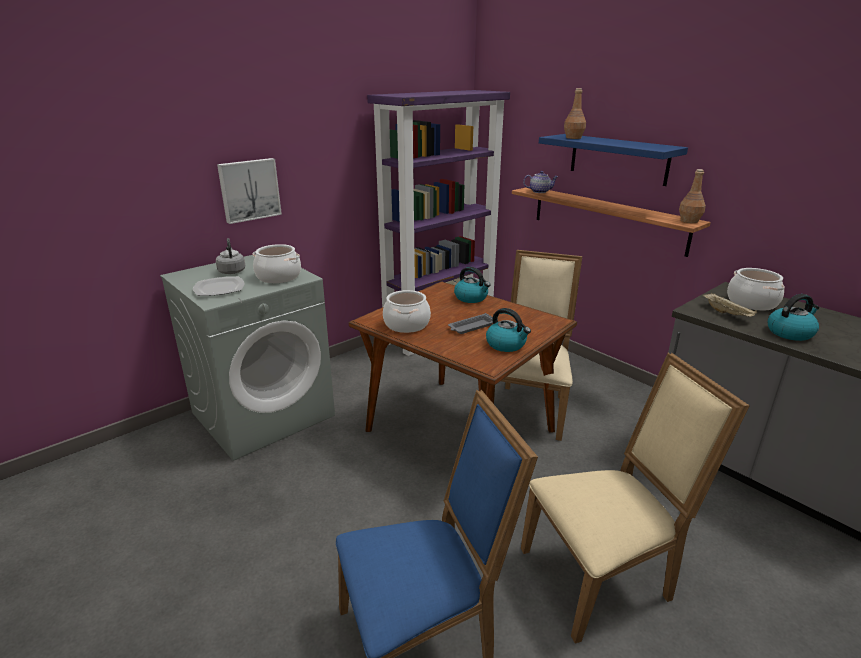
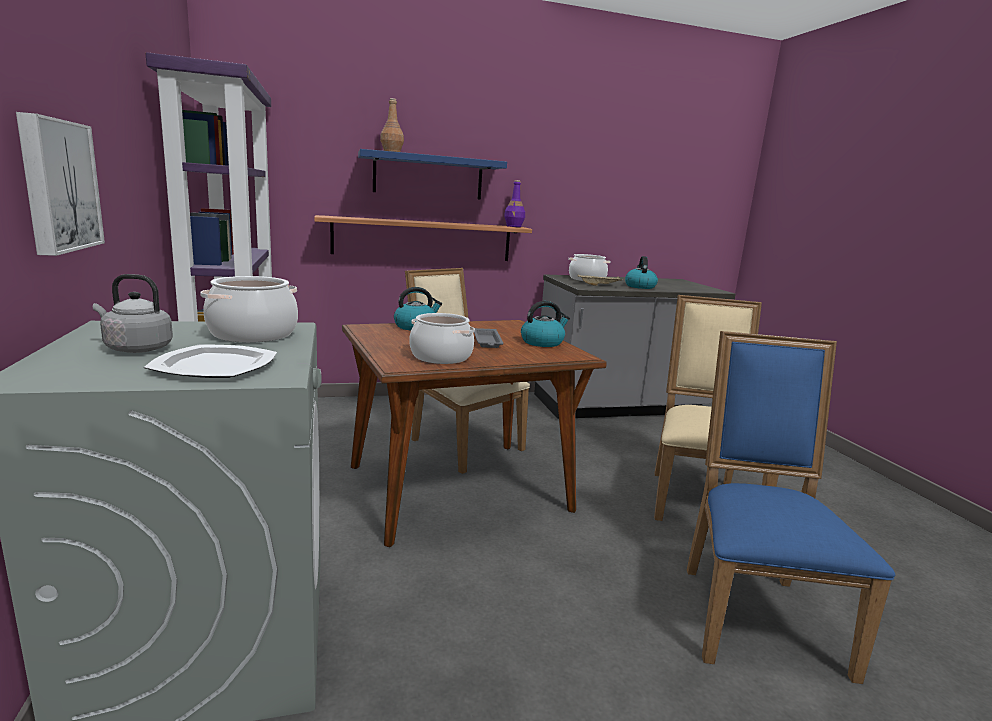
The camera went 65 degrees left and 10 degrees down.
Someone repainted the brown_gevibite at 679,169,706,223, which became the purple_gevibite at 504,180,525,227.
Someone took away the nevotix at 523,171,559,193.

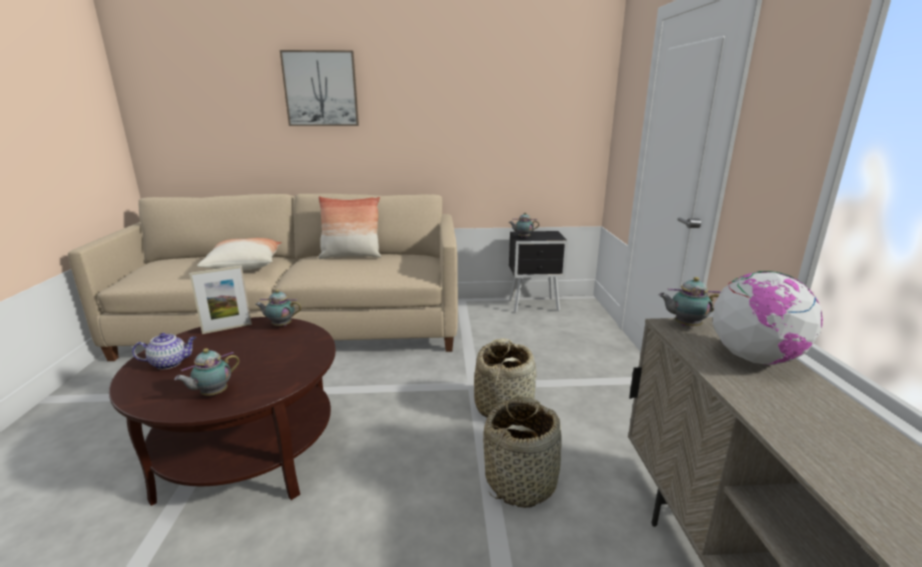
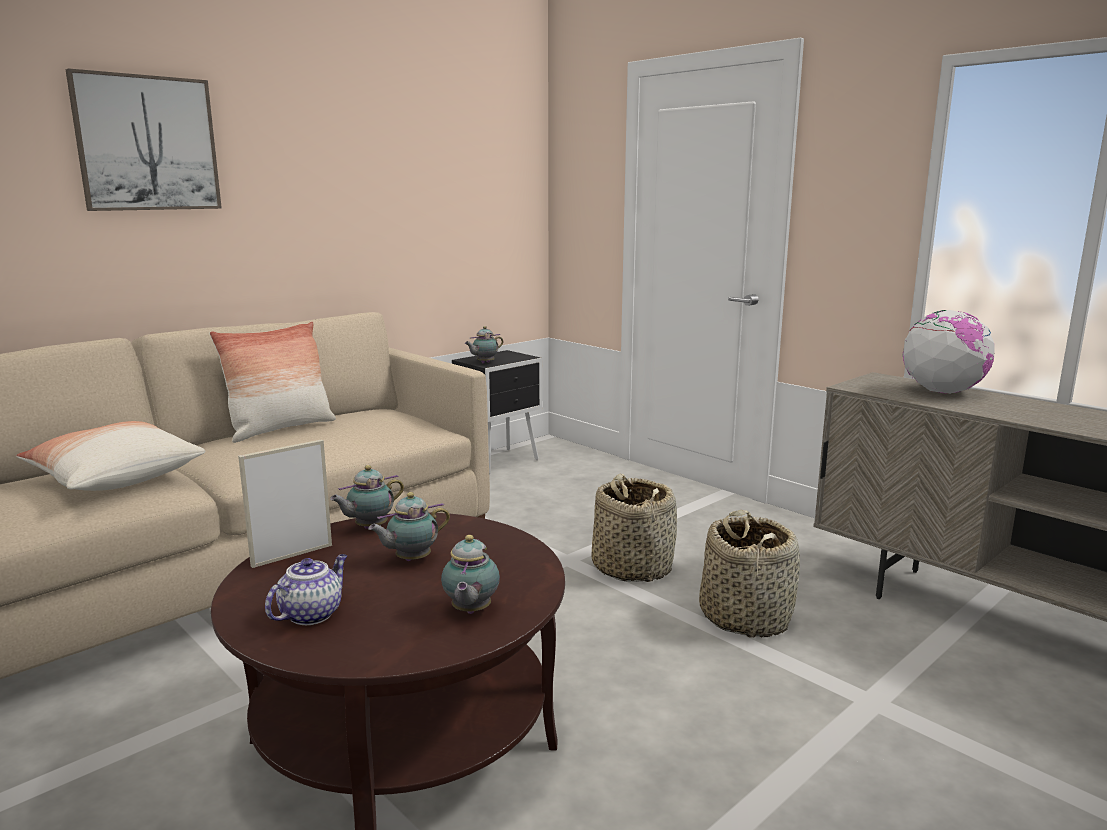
The camera went 40 degrees left and 5 degrees down.
Someone rotated the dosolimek at 189,265,252,334 by 150 degrees counterclockwise.
Someone carried the nevotix from 659,277,721,327 to 368,492,450,561.

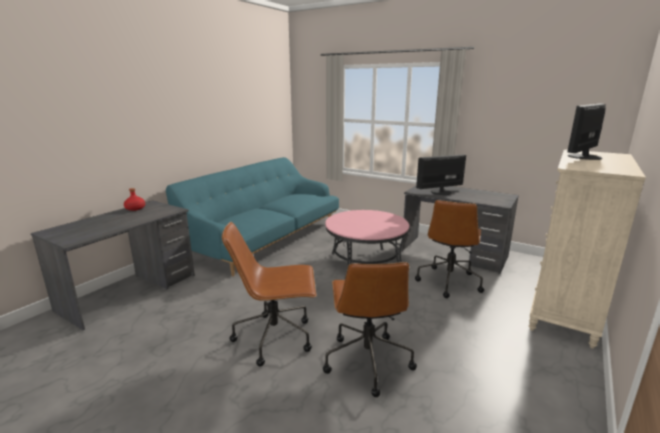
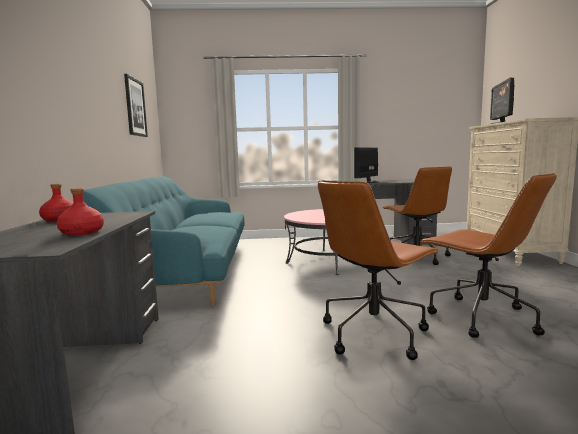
The camera went 35 degrees left and 10 degrees down.
Someone put down the red_gevibite at 57,188,104,236.
Someone put up the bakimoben at 124,74,148,137.

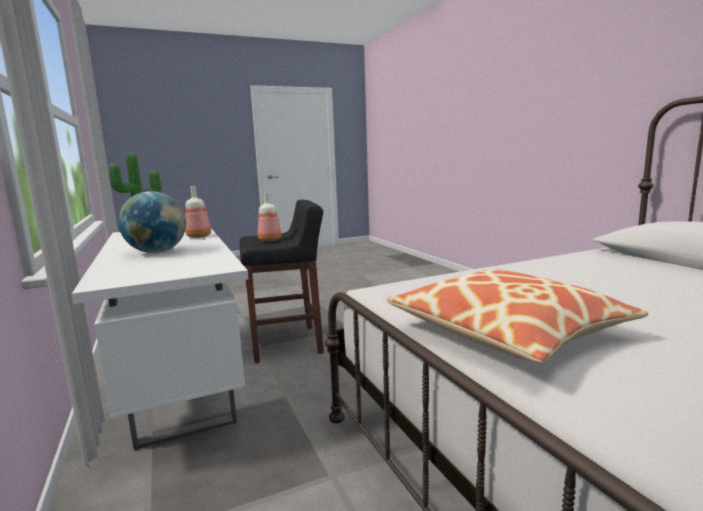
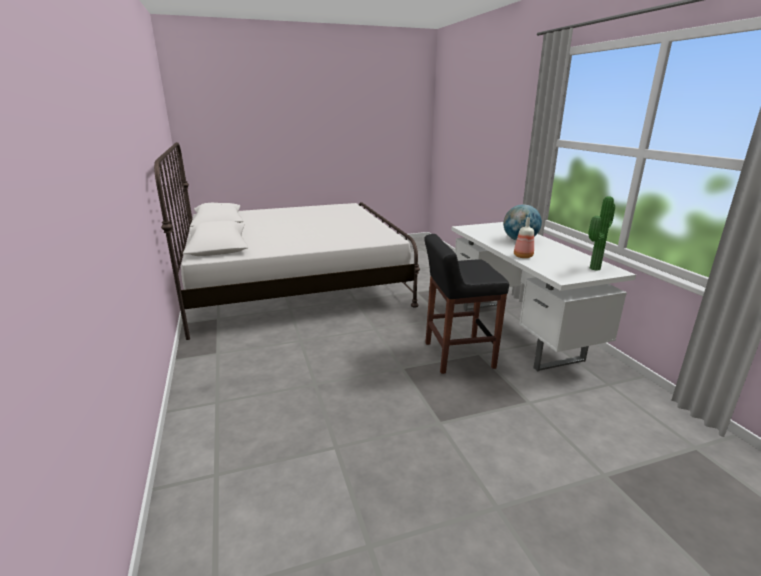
The camera went 175 degrees left and 10 degrees up.
Someone took away the gevibite at 258,192,282,241.
Someone took away the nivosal at 387,269,648,363.

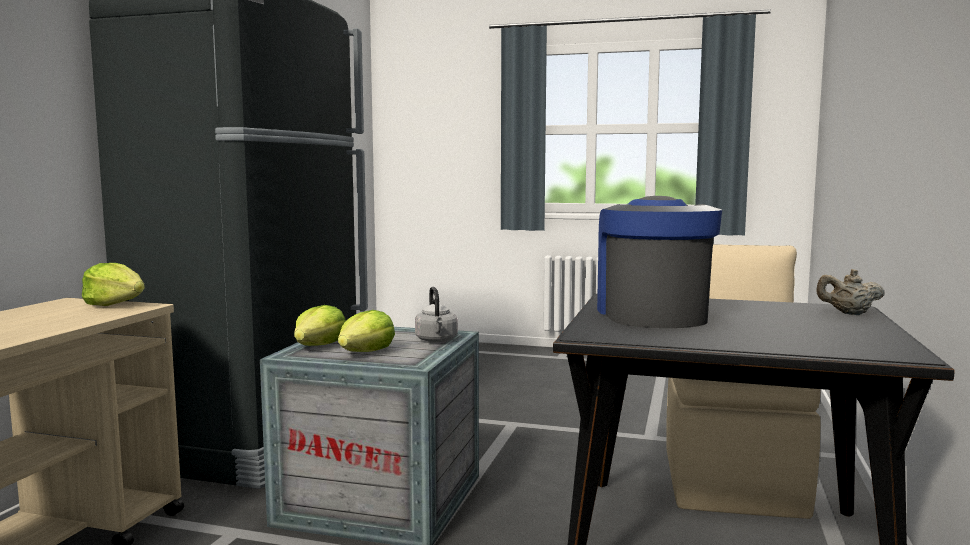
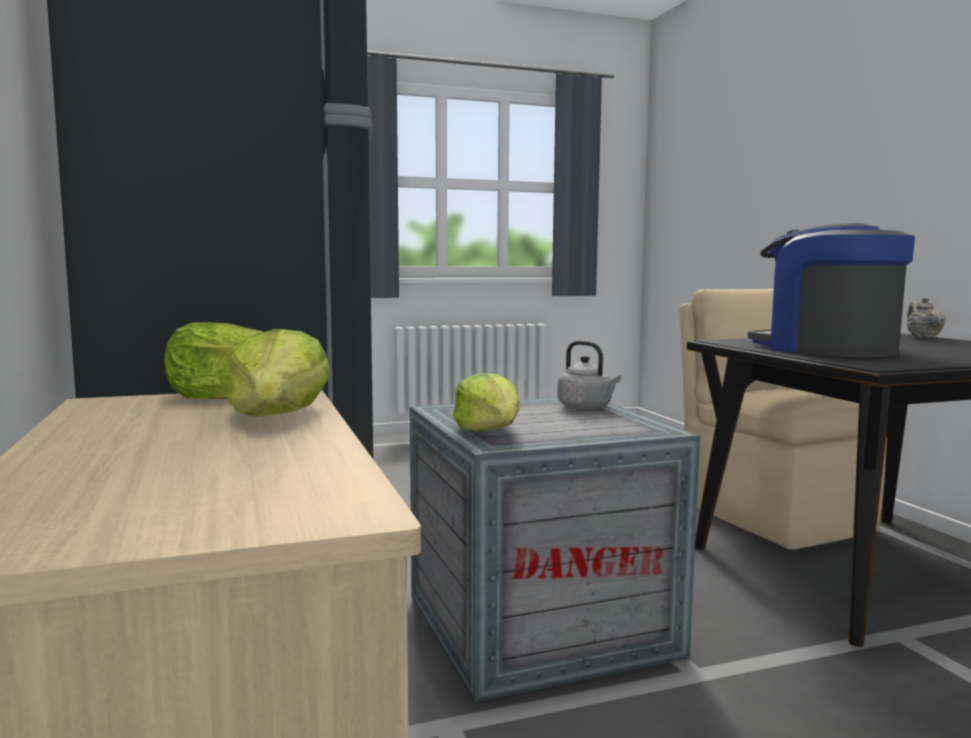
The camera went 35 degrees left and 0 degrees up.
Someone carried the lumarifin from 338,310,395,352 to 226,329,330,417.
Someone rotated the beige_nevotix at 816,269,885,315 by 120 degrees clockwise.

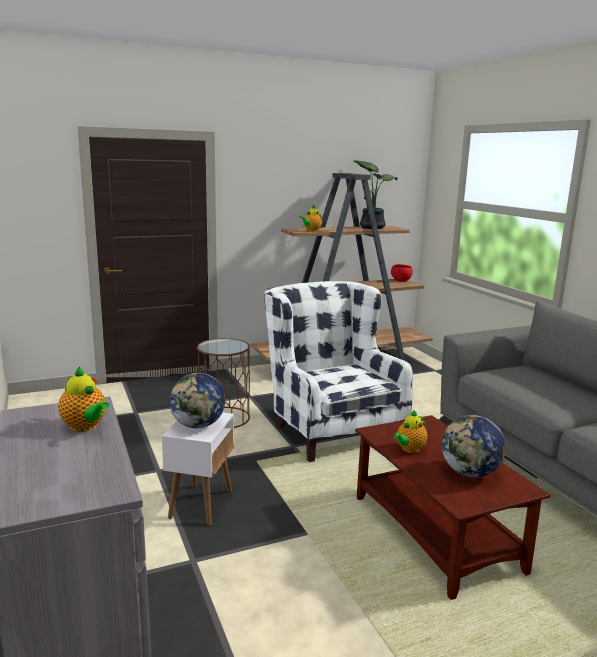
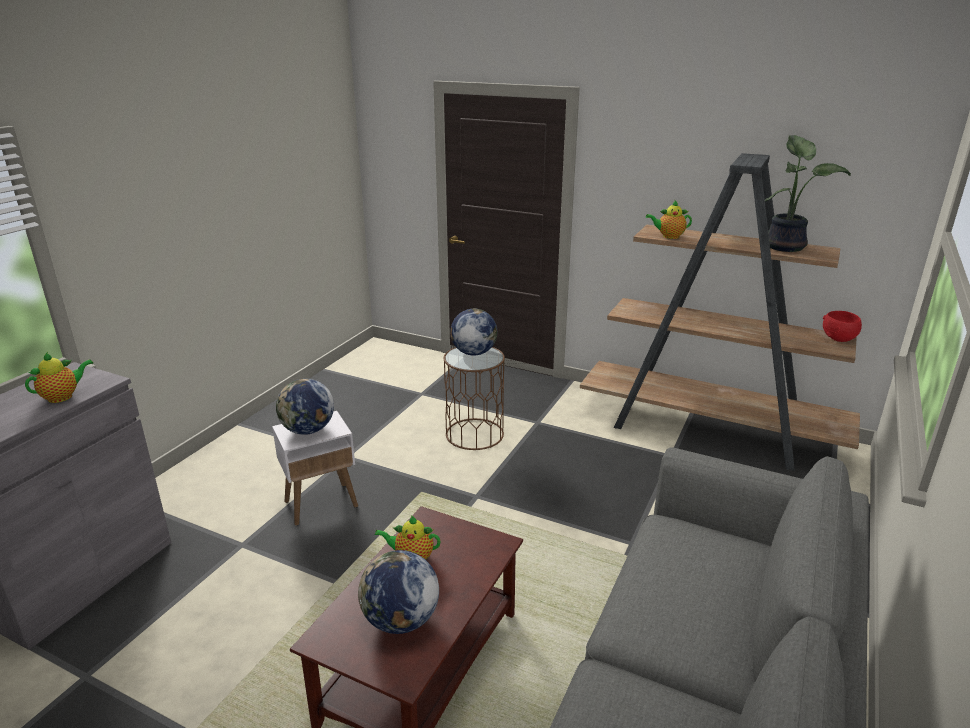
The camera went 50 degrees right and 10 degrees up.
Someone rotated the nevotix at 58,366,109,432 by 135 degrees counterclockwise.
Someone put down the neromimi at 450,309,497,356.
Someone took away the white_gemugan at 264,281,413,462.

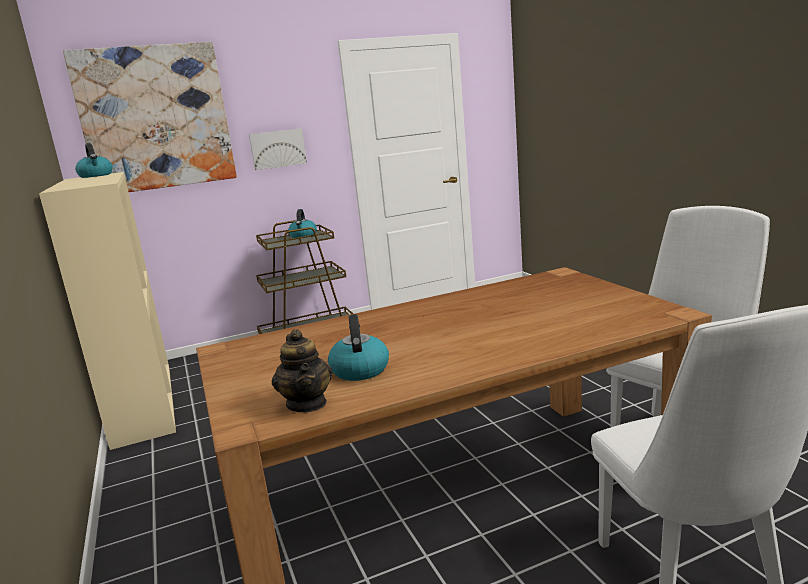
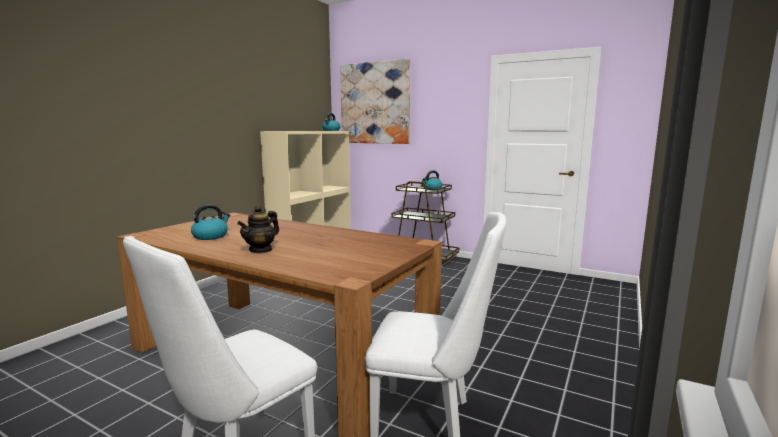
The camera went 50 degrees right and 5 degrees down.
Someone carried the nevotix from 272,329,333,412 to 237,206,279,253.
Someone took away the bakimoben at 249,128,307,170.

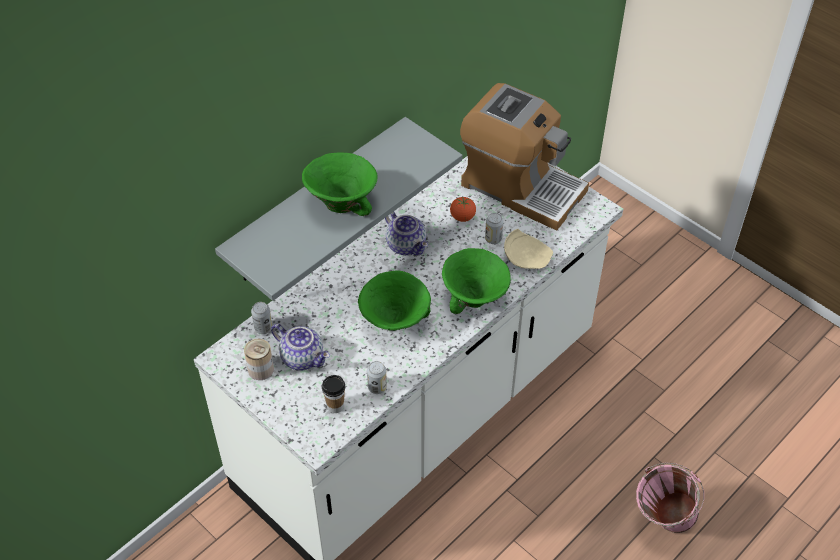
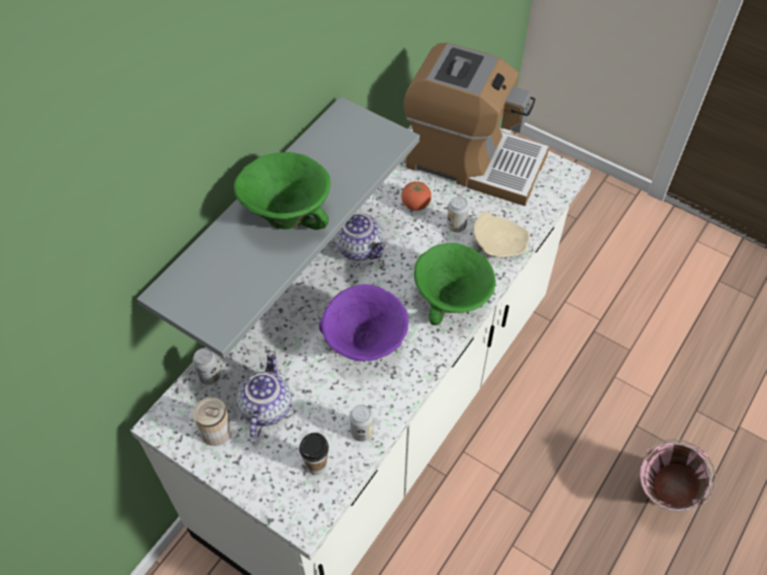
The camera went 10 degrees left and 5 degrees up.
Someone rotated the nevotix at 271,324,330,370 by 105 degrees counterclockwise.
Someone repainted the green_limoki at 358,270,431,331, which became the purple_limoki at 319,284,409,361.

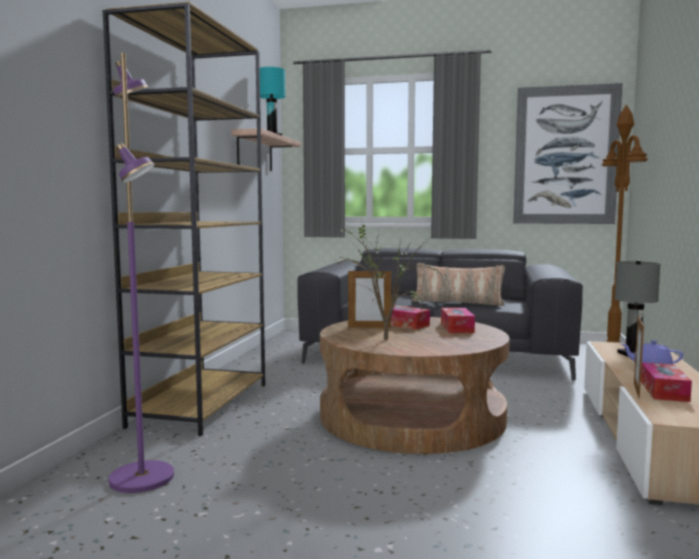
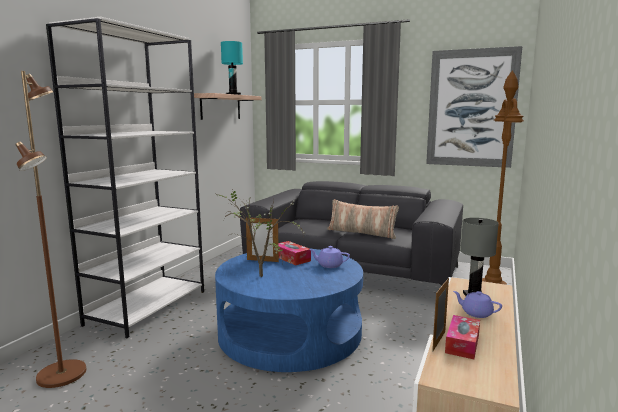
The camera went 10 degrees right and 5 degrees up.
Someone repainted the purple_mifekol at 109,53,174,493, which became the brown_mifekol at 15,71,86,388.
Someone repainted the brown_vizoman at 103,1,265,436, which became the white_vizoman at 46,17,204,338.
Someone repainted the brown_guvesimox at 320,317,510,454, which became the blue_guvesimox at 215,248,363,372.
Someone swapped the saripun at 441,308,475,333 for the purple_nevotix at 309,246,350,268.

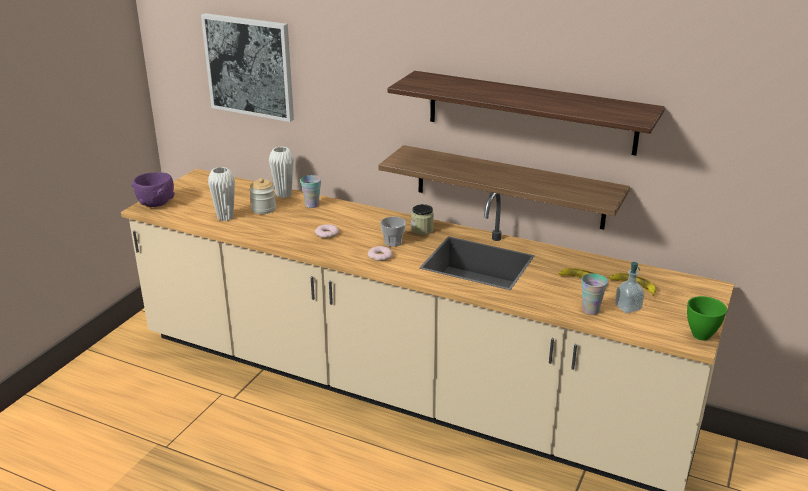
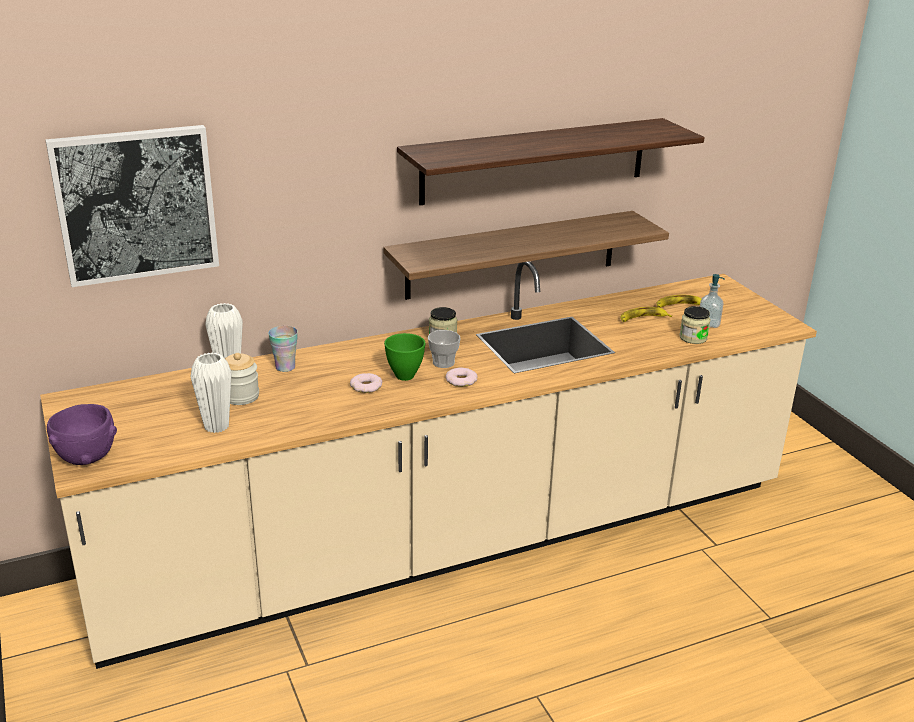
The camera went 50 degrees left and 0 degrees up.
Someone carried the green_limoki from 687,296,727,340 to 384,333,425,381.
Someone swapped the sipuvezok at 582,274,608,315 for the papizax at 679,306,710,344.

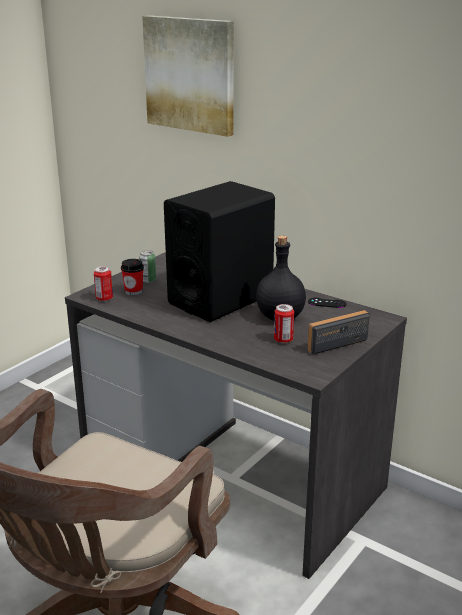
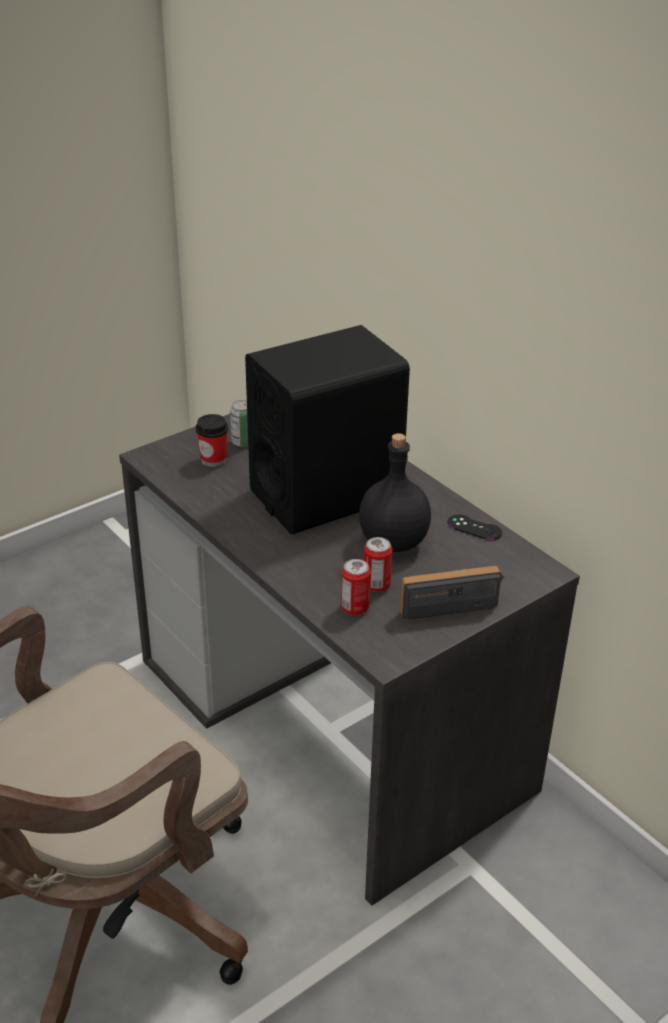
The camera went 15 degrees right and 10 degrees up.
Someone carried the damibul from 94,266,113,301 to 341,559,371,615.
Someone took away the bakimoben at 142,16,234,137.

